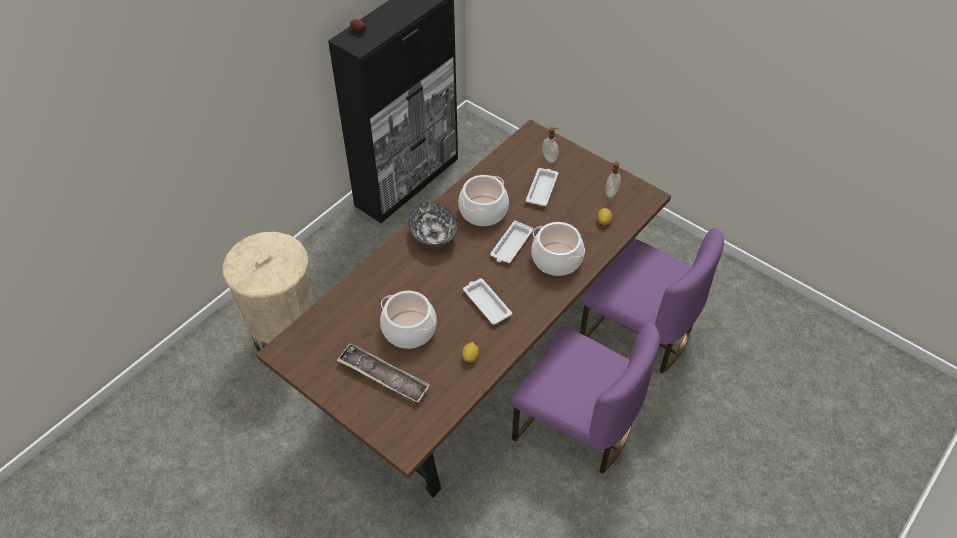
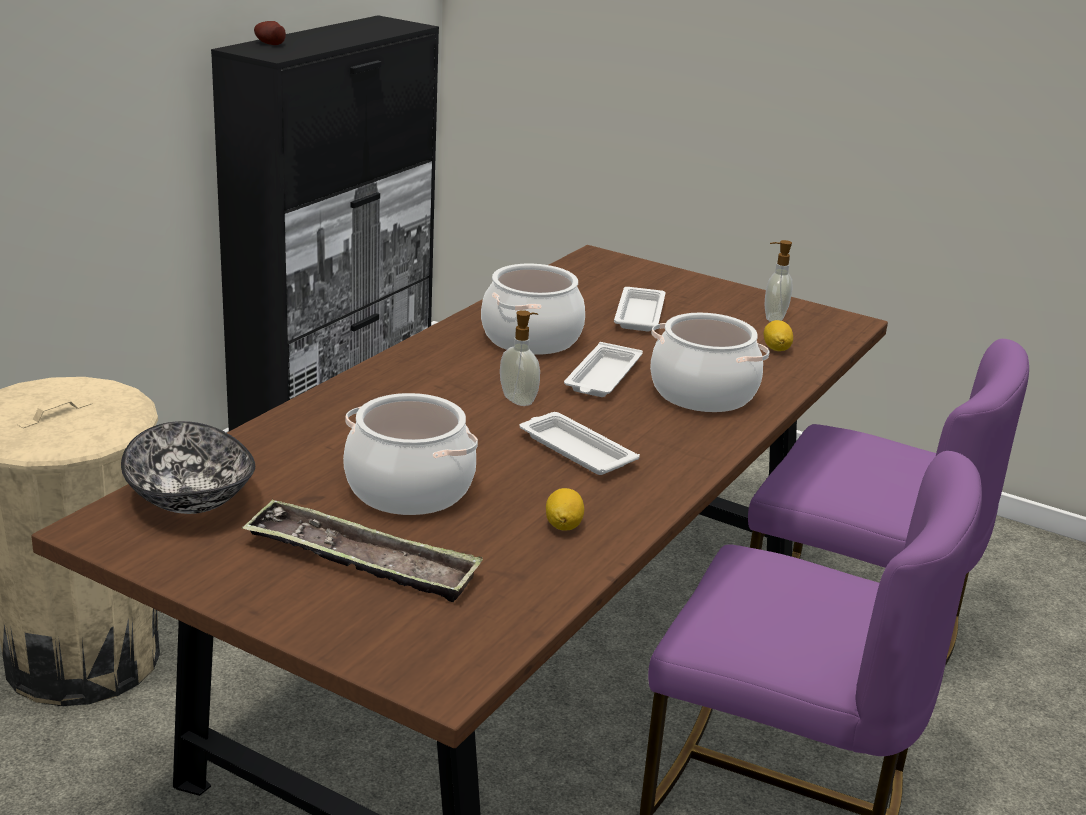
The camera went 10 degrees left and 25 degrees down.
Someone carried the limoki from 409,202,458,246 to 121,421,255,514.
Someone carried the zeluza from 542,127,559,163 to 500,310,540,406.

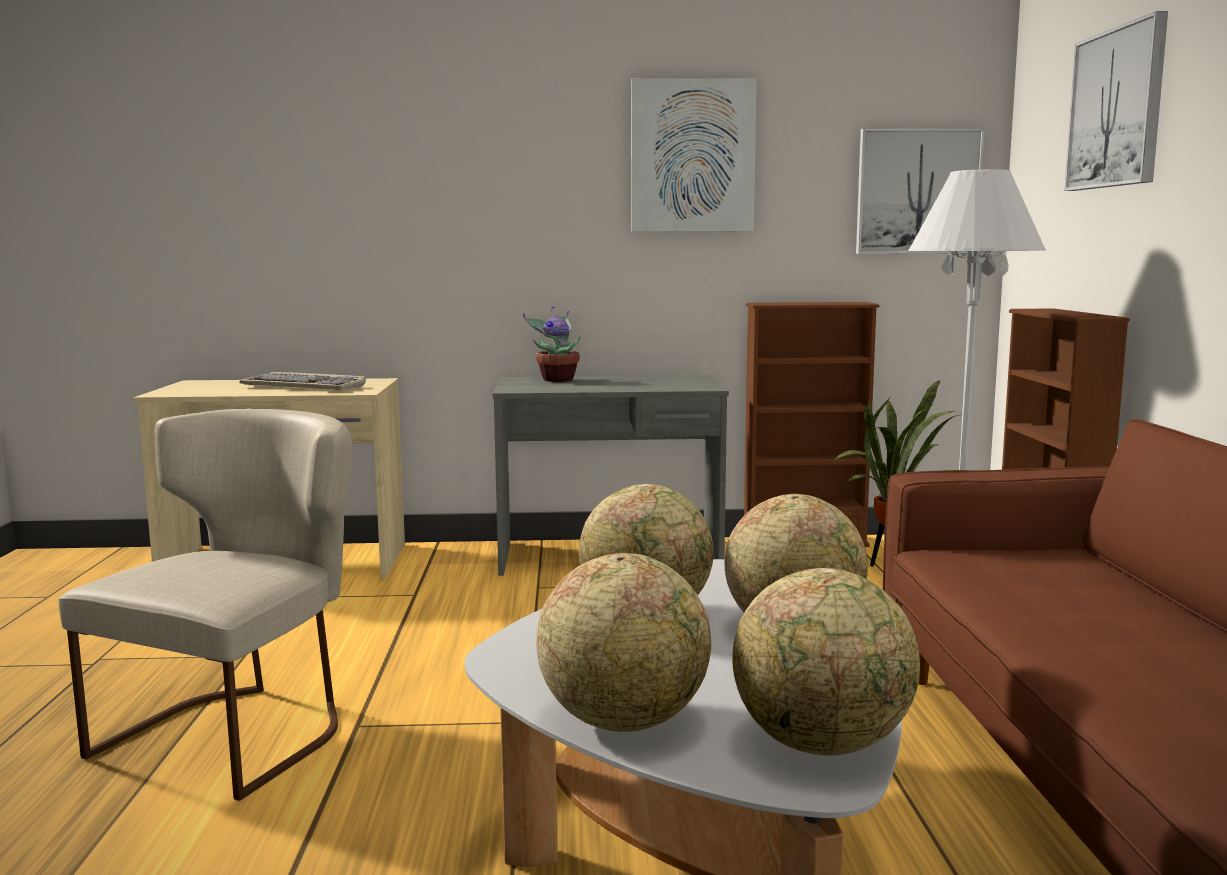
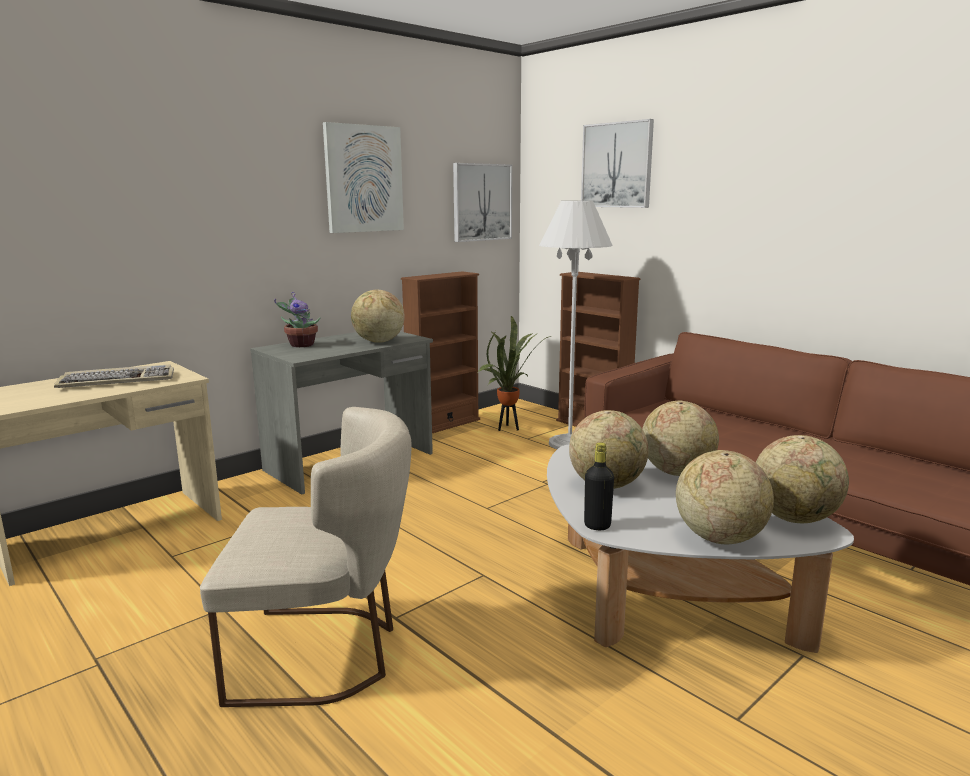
The camera went 40 degrees left and 5 degrees up.
Someone rotated the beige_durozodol at 59,409,352,801 by 105 degrees clockwise.
Someone put down the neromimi at 351,289,405,343.
Someone put down the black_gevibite at 584,442,614,530.

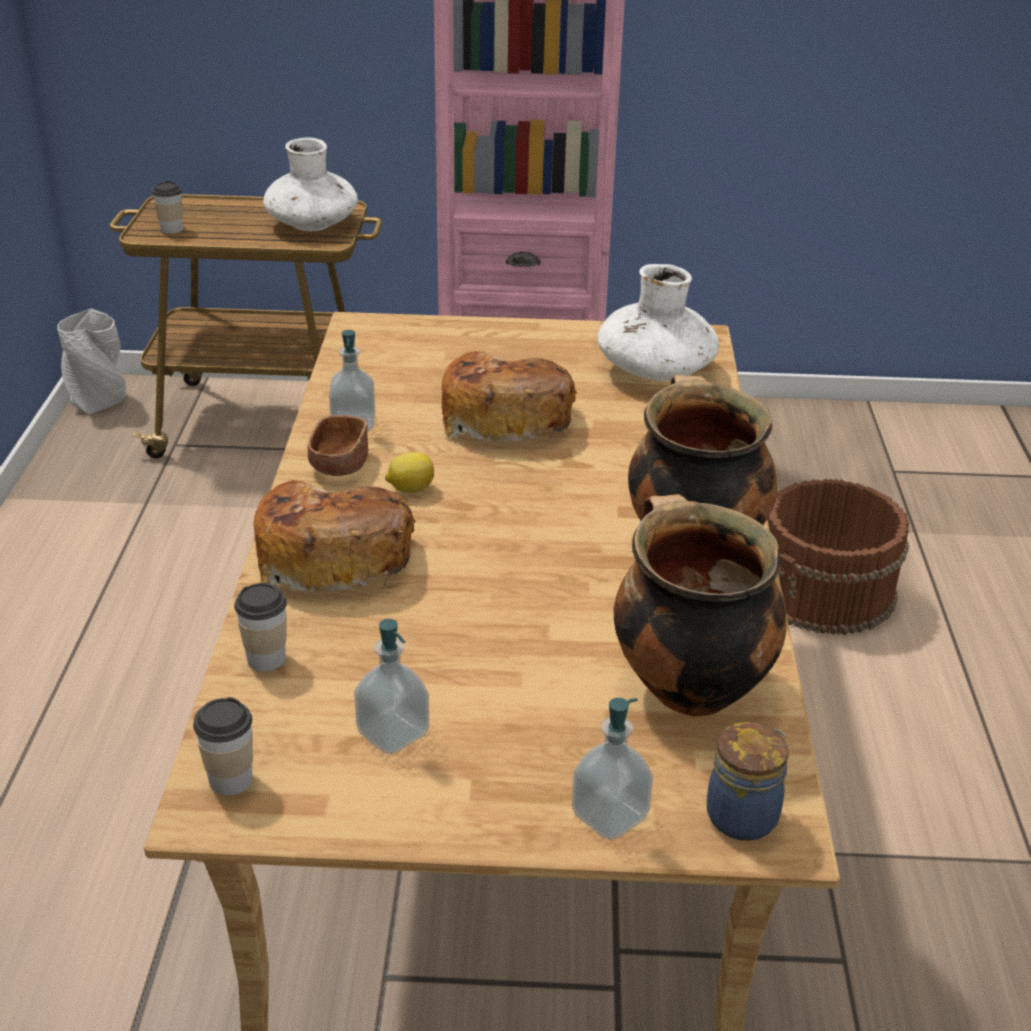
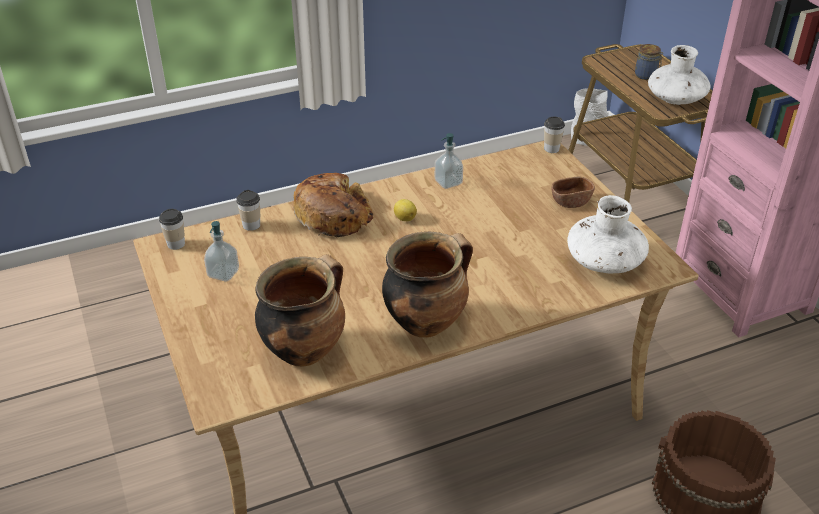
The camera went 65 degrees right and 5 degrees up.
Someone carried the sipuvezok from 152,181,183,234 to 544,117,565,153.
Someone carried the brown_limoki from 307,415,368,476 to 551,176,595,208.
Someone carried the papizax from 707,722,789,841 to 635,44,663,80.
Someone took away the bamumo at 442,351,577,444.
Someone took away the zeluza at 571,698,653,840.

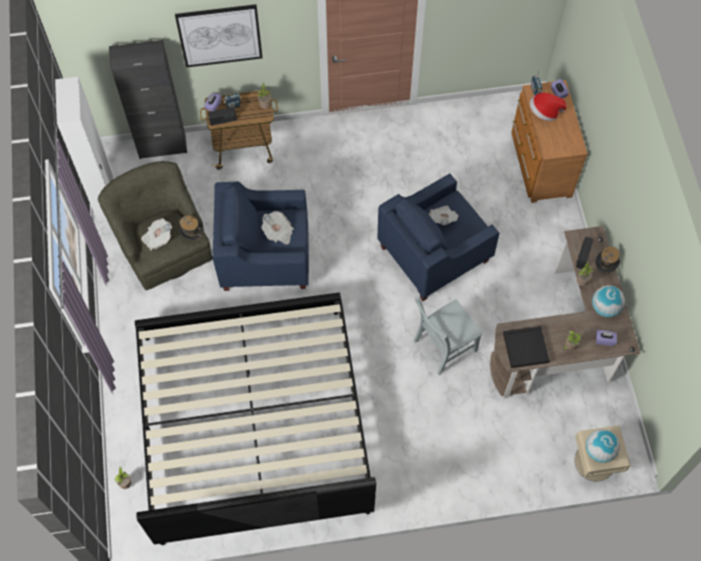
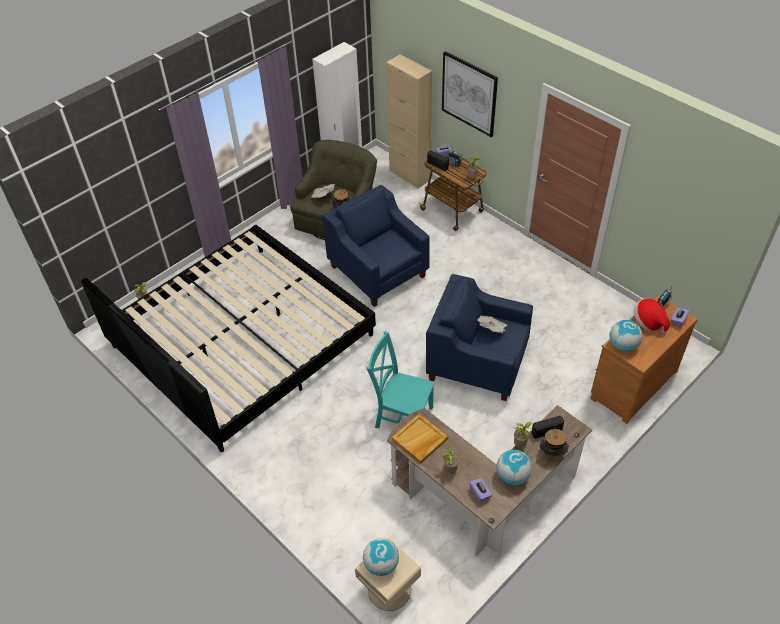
The camera went 55 degrees right and 15 degrees down.
Someone repainted the grey_durozodol at 414,297,483,375, which became the turquoise_durozodol at 366,331,434,428.
Someone repainted the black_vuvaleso at 109,40,187,159, which became the beige_vuvaleso at 386,54,432,189.
Someone repainted the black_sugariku at 503,326,550,368, which became the beige_sugariku at 392,414,448,464.
Someone put down the neromimi at 610,320,642,352.
Someone took away the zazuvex at 261,211,294,245.

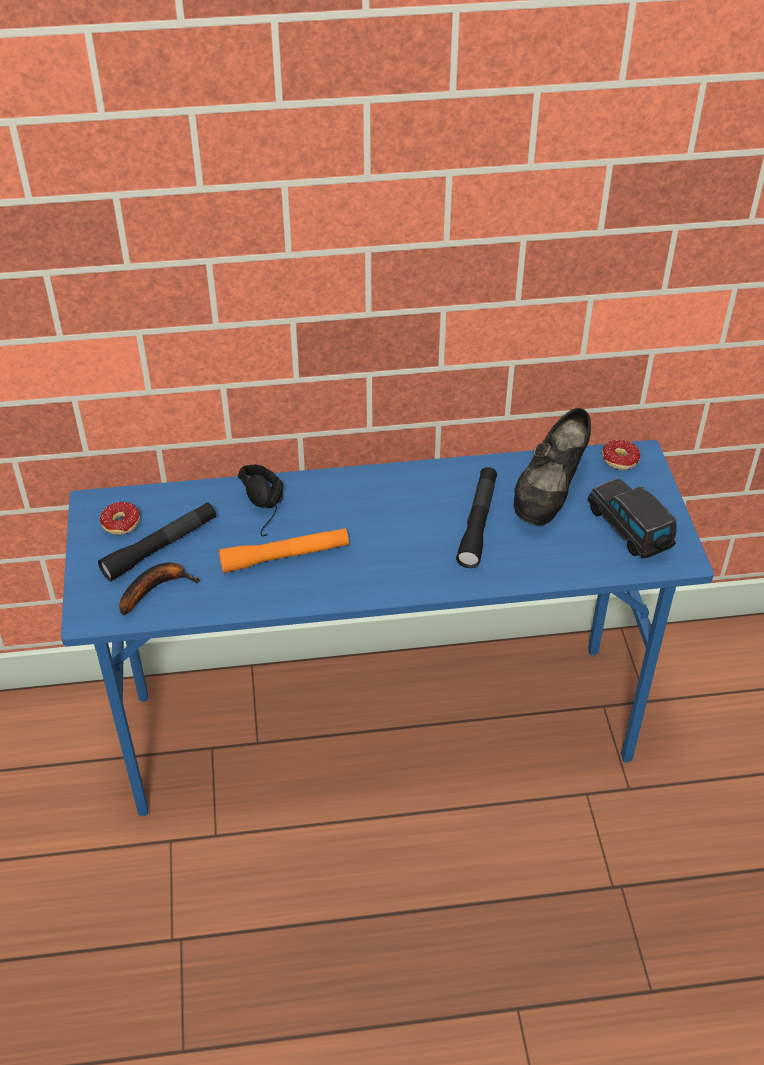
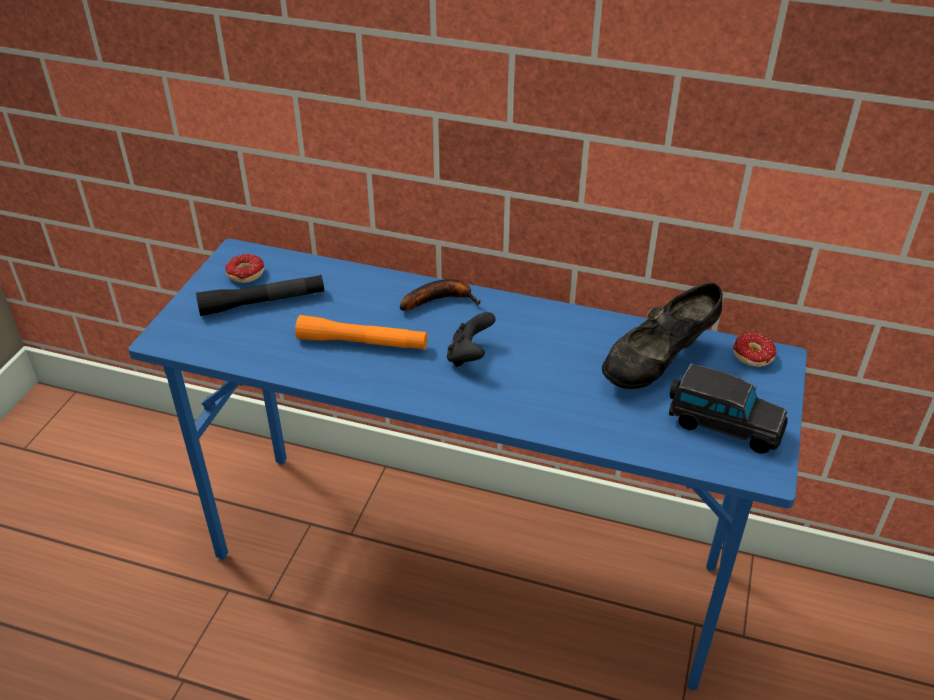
The camera went 25 degrees right and 5 degrees down.
Someone carried the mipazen from 119,562,200,616 to 400,279,481,311.
Someone put down the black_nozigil at 447,312,496,367.
Someone rotated the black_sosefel at 588,478,676,558 by 120 degrees clockwise.
Someone took away the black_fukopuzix at 238,465,283,536.
Someone took away the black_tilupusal at 456,467,497,568.

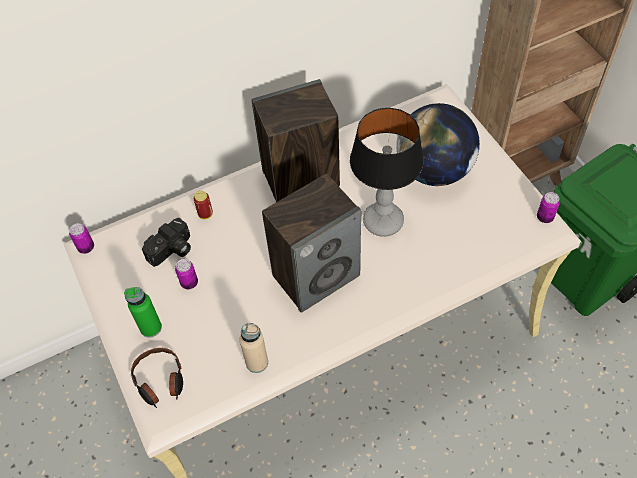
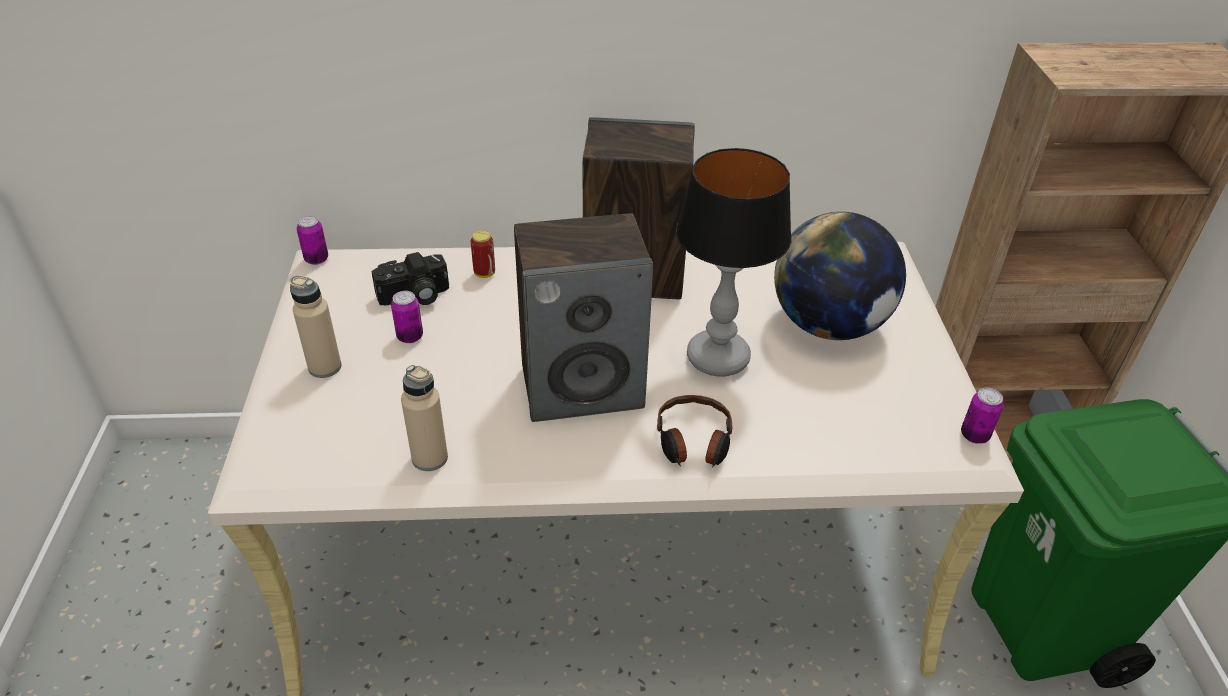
The camera went 20 degrees right and 15 degrees down.
Someone repainted the green_gevibite at 124,287,162,338, which became the beige_gevibite at 289,275,341,378.
Someone carried the fukopuzix from 131,348,183,408 to 657,395,732,468.

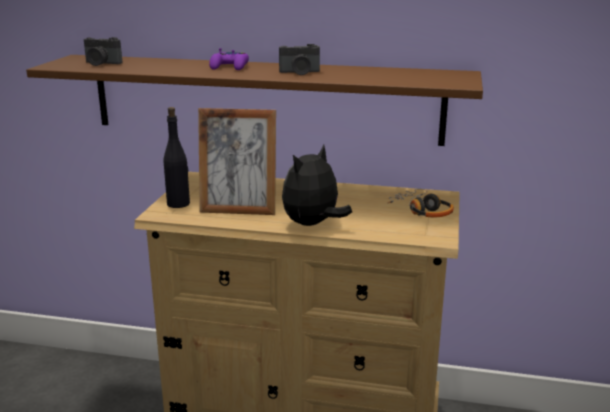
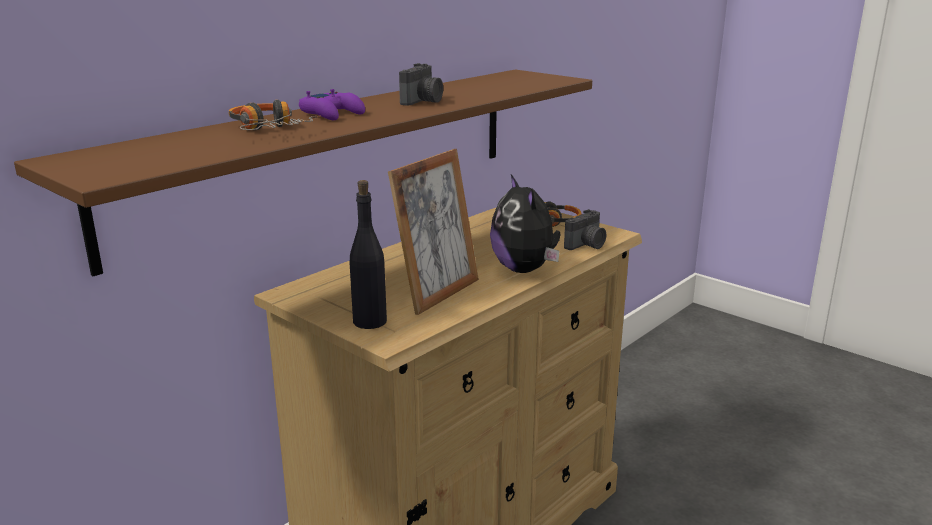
The camera went 60 degrees left and 0 degrees up.
Someone put down the fukopuzix at 228,100,321,130.
Someone carried the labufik from 84,37,123,66 to 564,209,606,250.

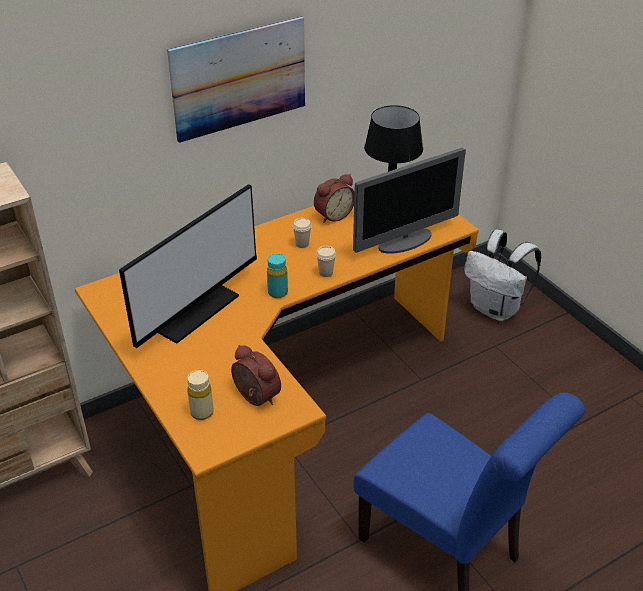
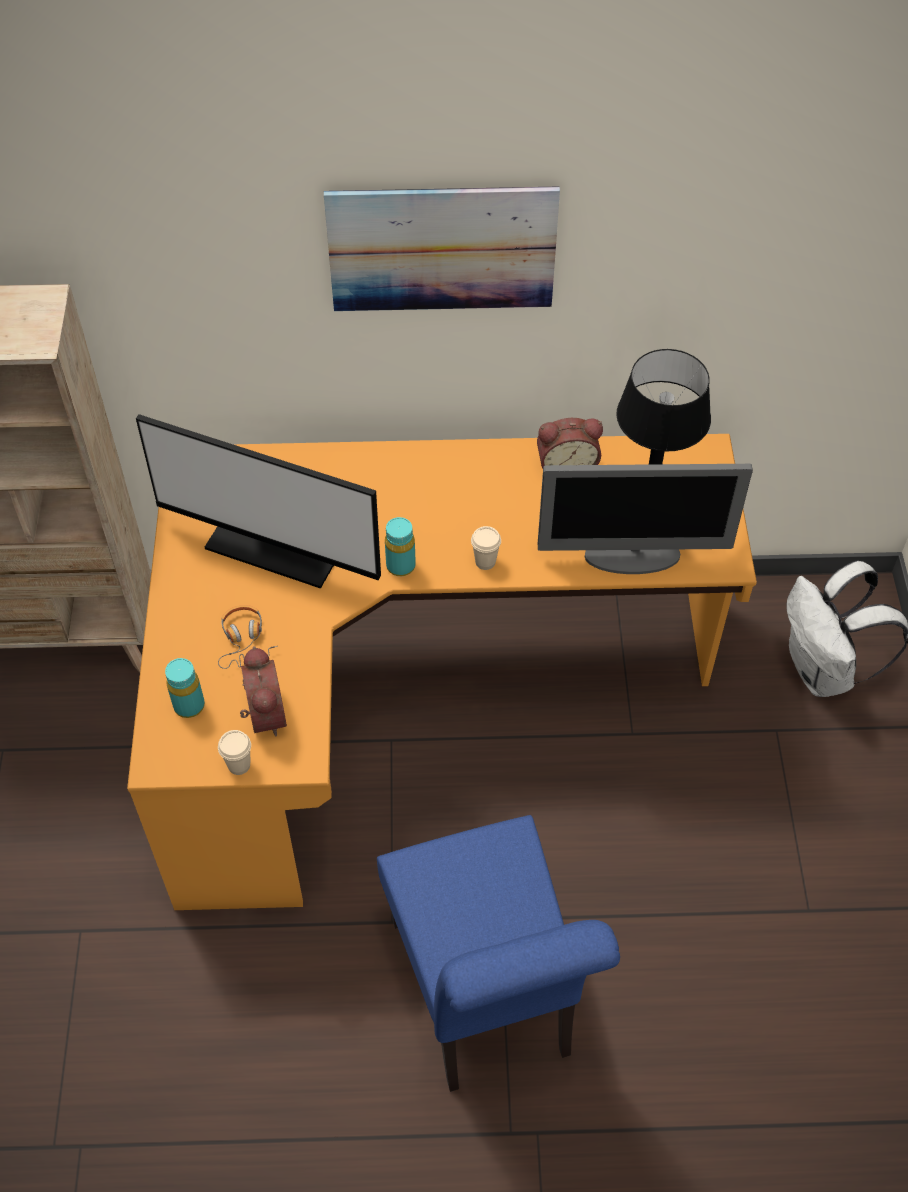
The camera went 30 degrees right and 15 degrees up.
Someone rotated the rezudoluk at 119,184,257,348 by 45 degrees clockwise.
Someone repainted the beige_gevibite at 187,370,213,420, which became the turquoise_gevibite at 165,658,205,718.
Someone put down the fukopuzix at 218,605,278,669.
Someone carried the beige_sipuvezok from 292,218,312,248 to 218,730,251,775.

